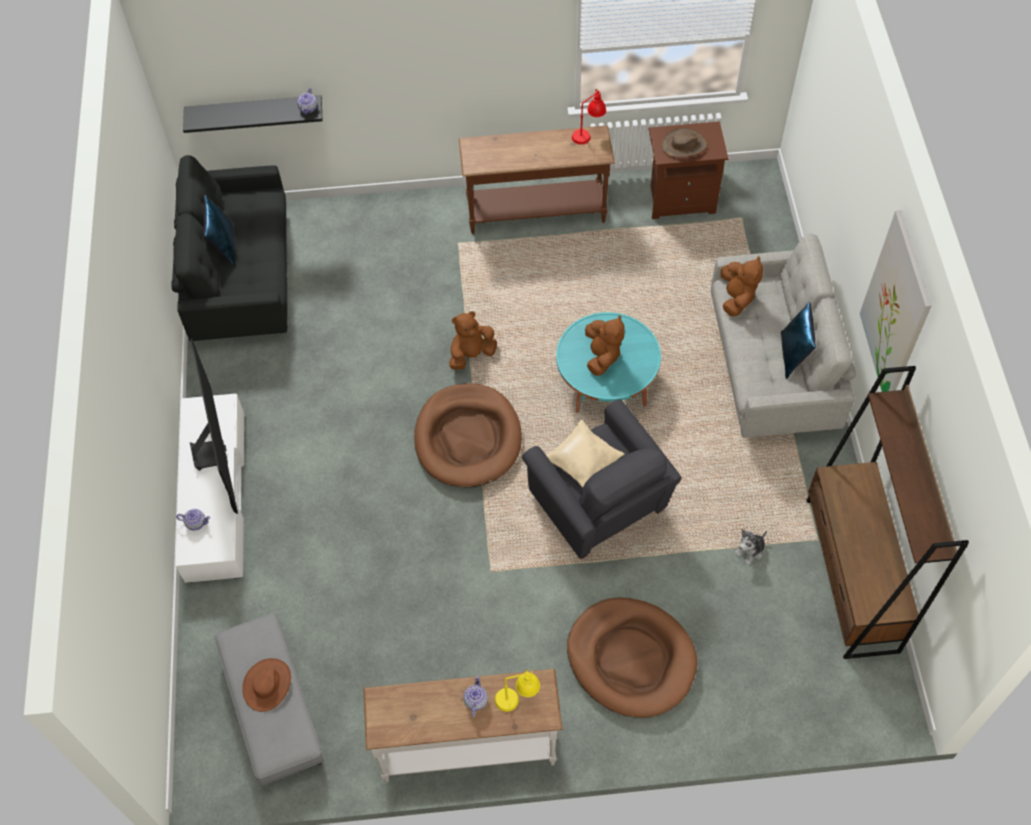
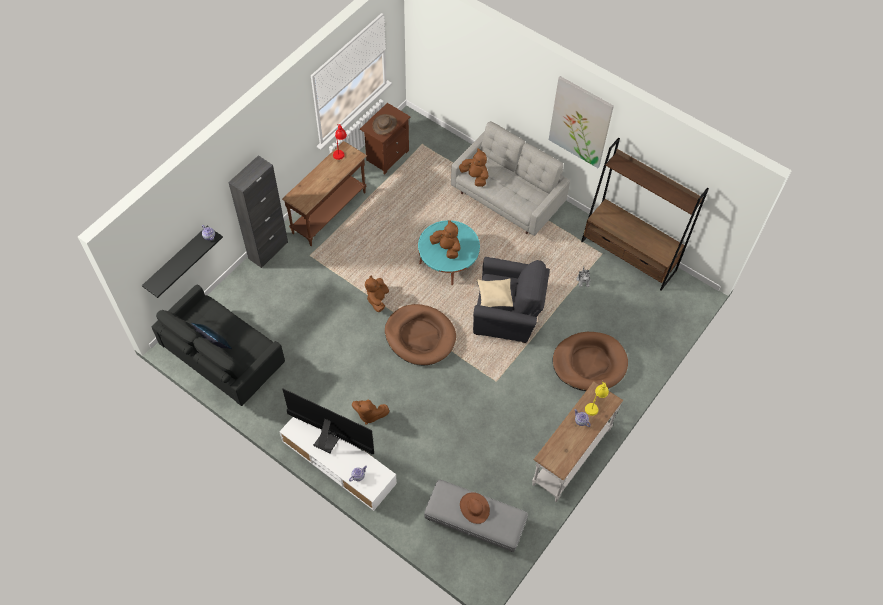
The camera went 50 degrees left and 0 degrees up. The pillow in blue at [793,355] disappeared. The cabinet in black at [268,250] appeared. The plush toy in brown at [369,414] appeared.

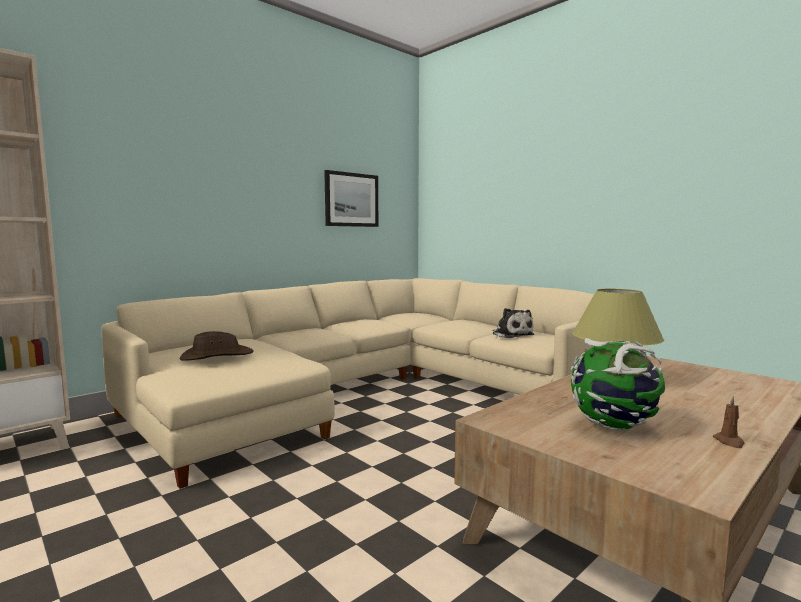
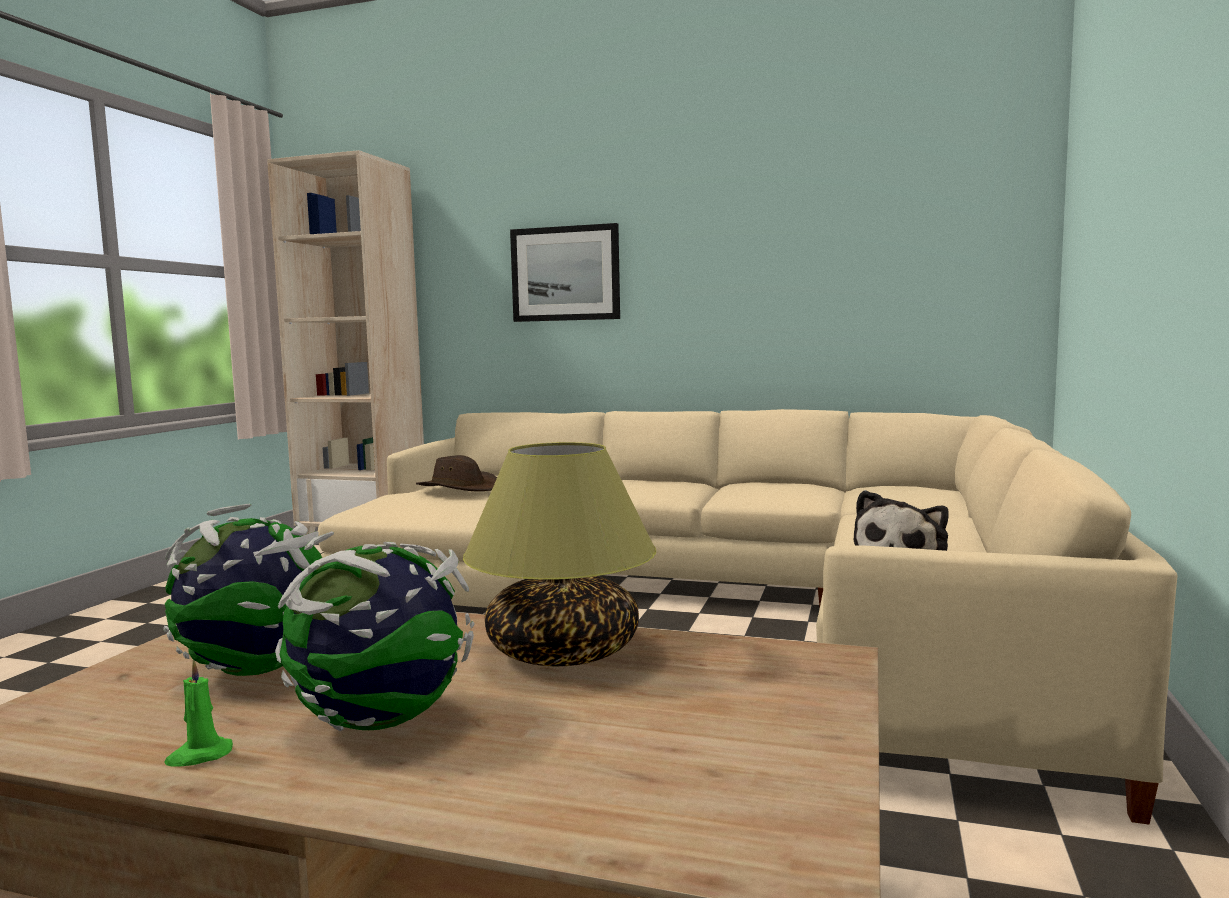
The camera went 60 degrees right and 0 degrees up. The globe at [381,722] appeared. The picture moved from [351,200] to [565,274]. The candle in brown at [729,442] became the candle in green at [199,756].

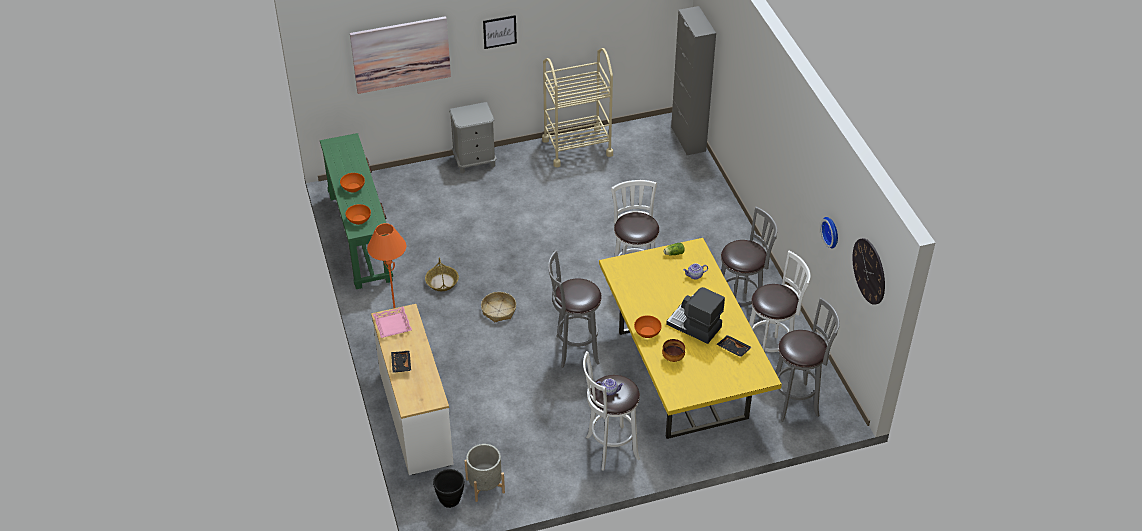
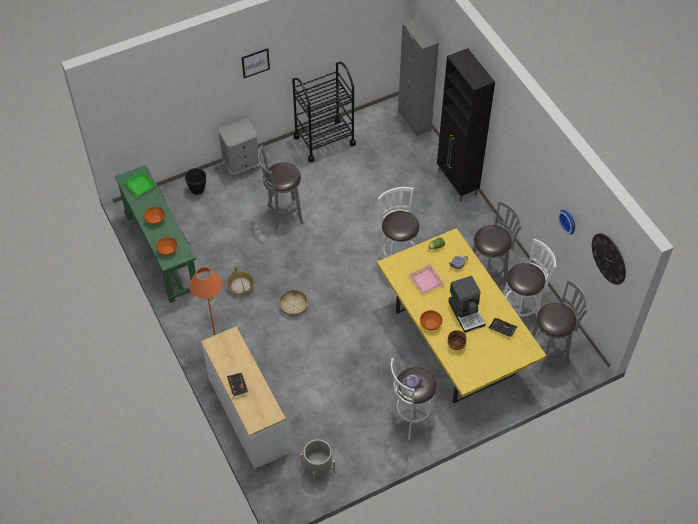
The camera went 10 degrees left and 10 degrees up. The picture at [401,54] disappeared. The tray in green at [140,185] appeared. The cabinet in black at [457,183] appeared. The tray in pink moved from [392,325] to [425,281]. The planter in black moved from [450,500] to [198,190]. The stool in grey moved from [574,350] to [283,215]. The cart in beige at [577,147] became the cart in black at [324,140]. The coffee machine at [694,326] turned 135 degrees counterclockwise.

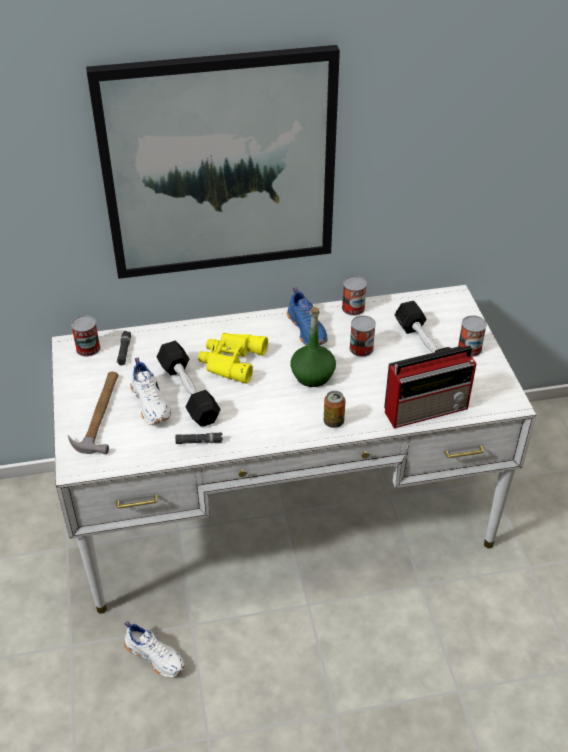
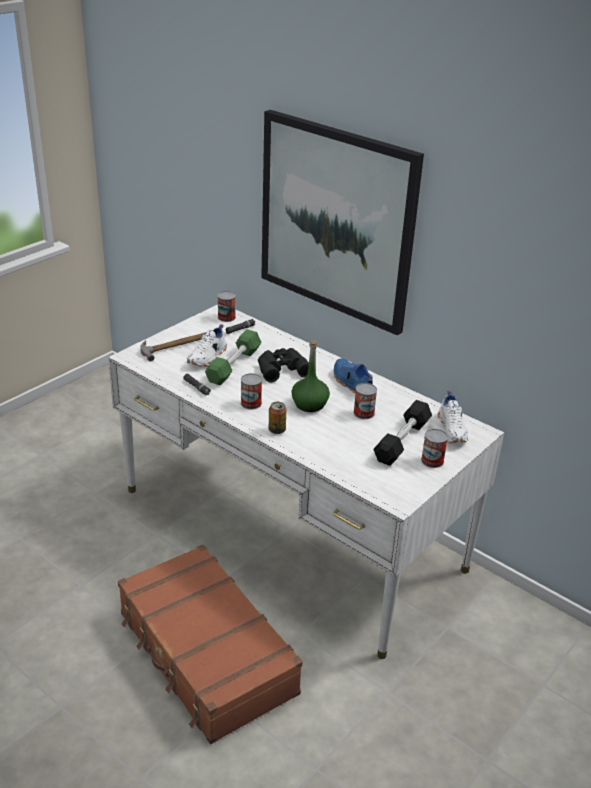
The camera went 50 degrees right and 10 degrees down. The radio at [427,409] disappeared. The suitcase in brown at [205,654] appeared. The shoe in white moved from [156,655] to [452,430]. The can moved from [353,308] to [251,403]. The dumbbell in black at [188,392] became the dumbbell in green at [233,365]. The binoculars in yellow at [230,361] became the binoculars in black at [281,368]. The shoe in blue at [308,329] turned 120 degrees clockwise.

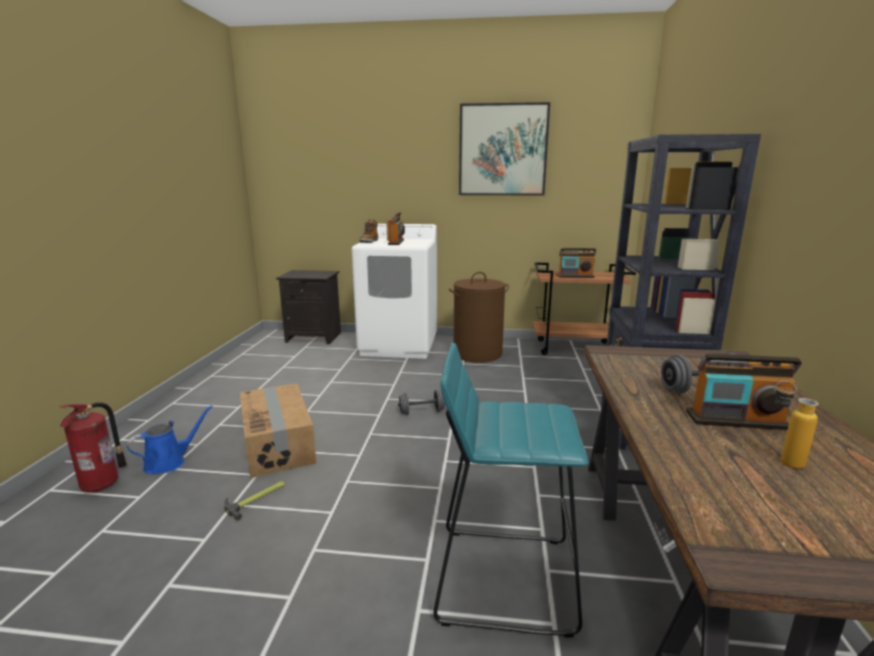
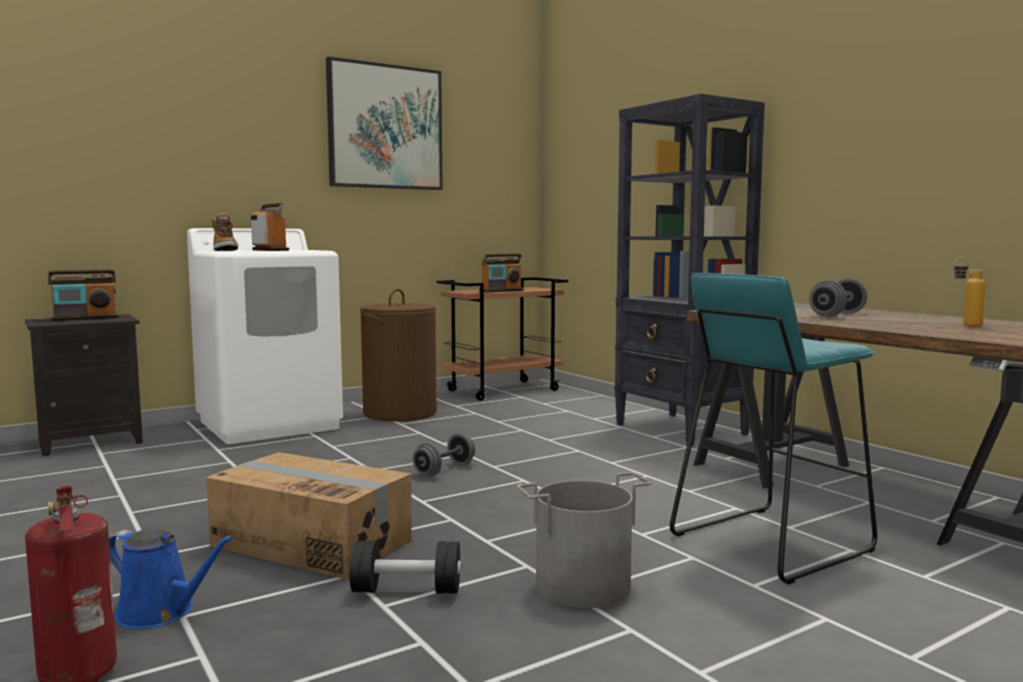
The camera went 40 degrees left and 10 degrees down. The bucket in grey at [583,586] appeared. The radio moved from [736,420] to [85,318]. The hammer at [256,499] was replaced by the dumbbell in black at [406,590]. The watering can in blue at [169,462] turned 105 degrees clockwise.

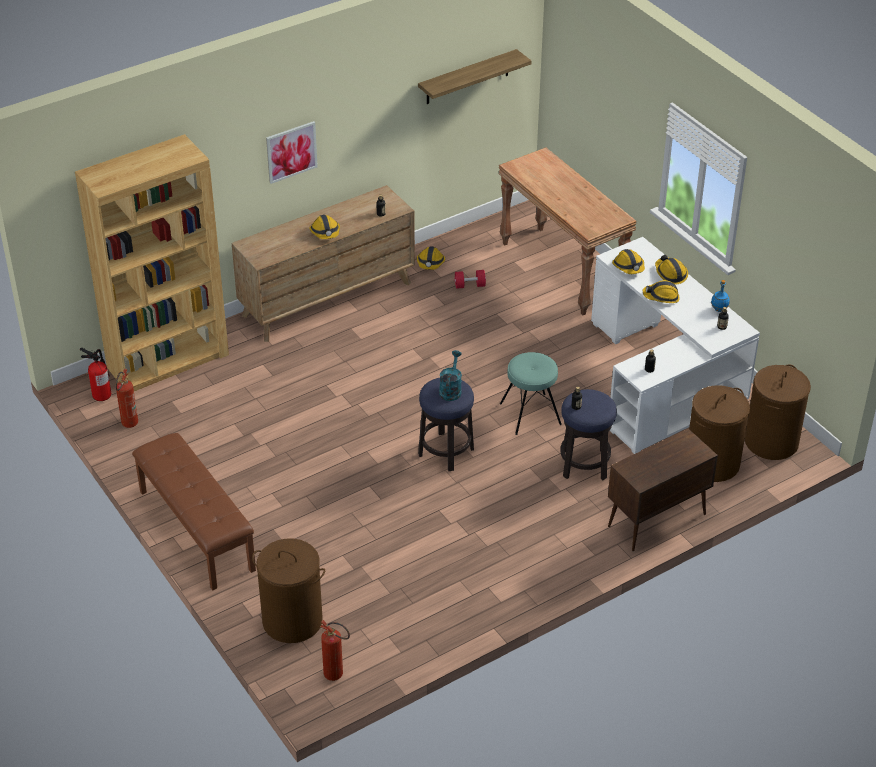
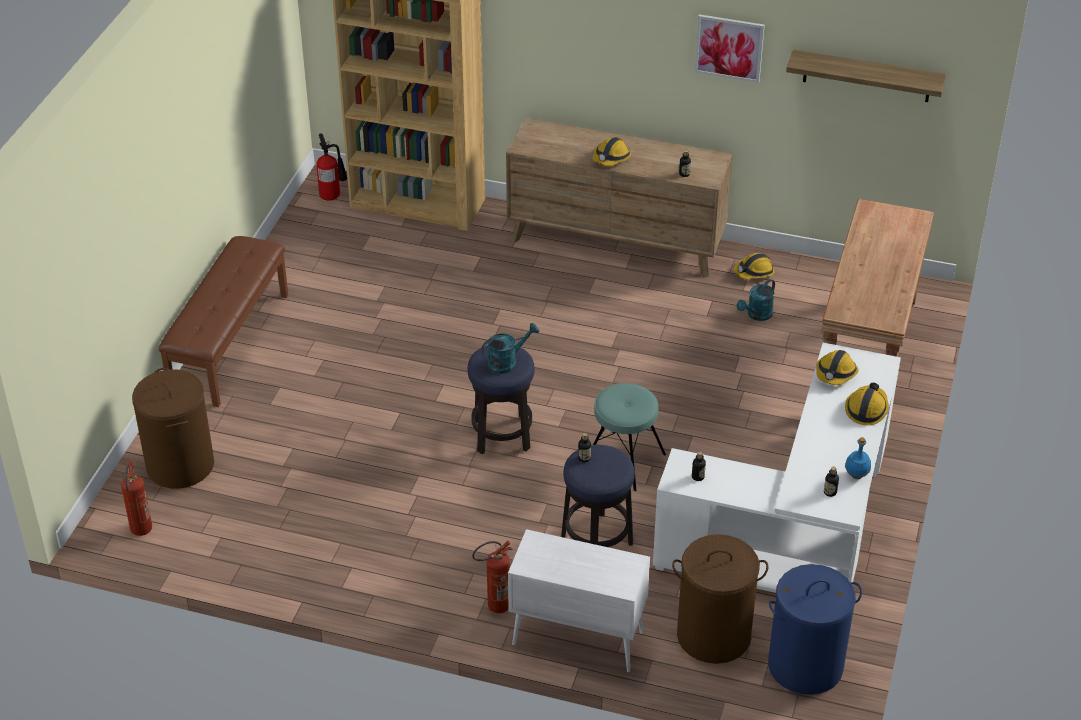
The camera went 50 degrees right and 0 degrees up. The hard hat at [661,297] disappeared. The fire extinguisher moved from [128,425] to [493,607]. The picture moved from [291,151] to [729,47]. The dumbbell in red at [470,285] was replaced by the watering can in turquoise at [757,315]. The cabinet in brown at [656,521] became the cabinet in white at [576,638]. The laundry basket in brown at [771,442] became the laundry basket in blue at [805,666].

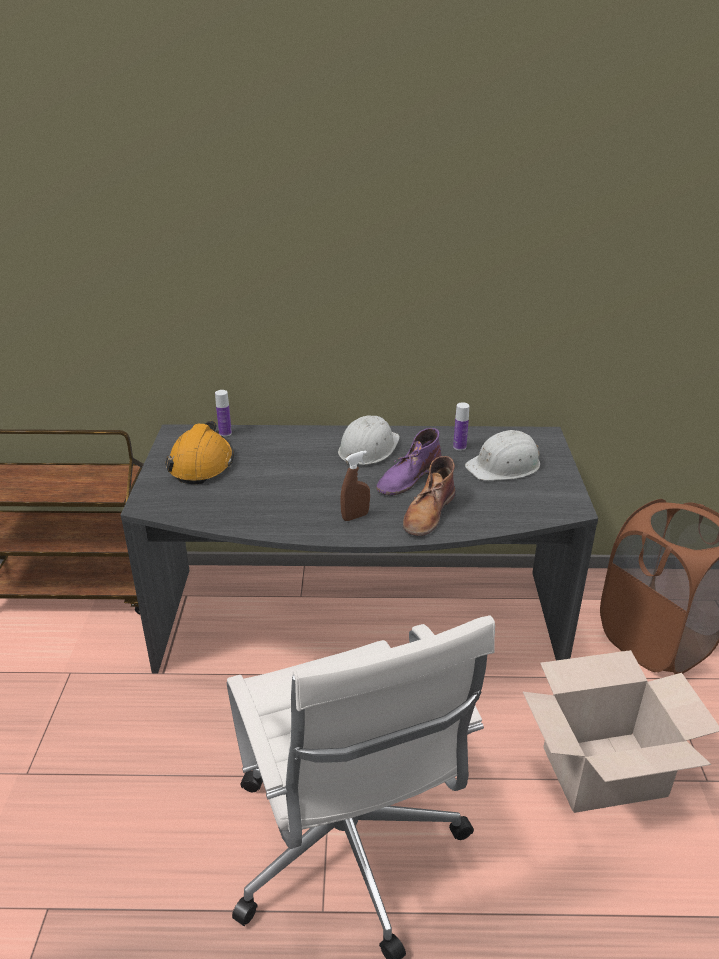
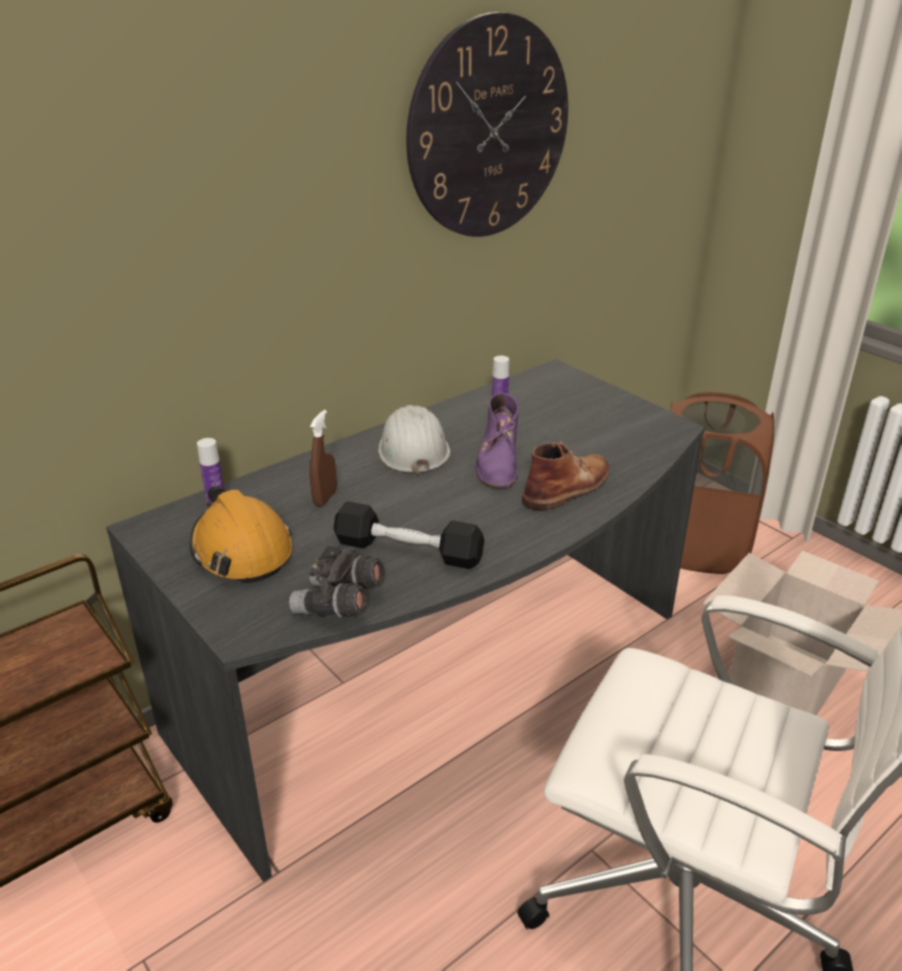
The camera went 40 degrees left and 0 degrees up. The hard hat in white at [504,466] disappeared. The binoculars in grey at [339,604] appeared. The dumbbell in black at [408,550] appeared. The wall clock at [489,129] appeared. The spray bottle in brown moved from [355,516] to [325,498]. The boot in brown at [428,512] turned 120 degrees counterclockwise.

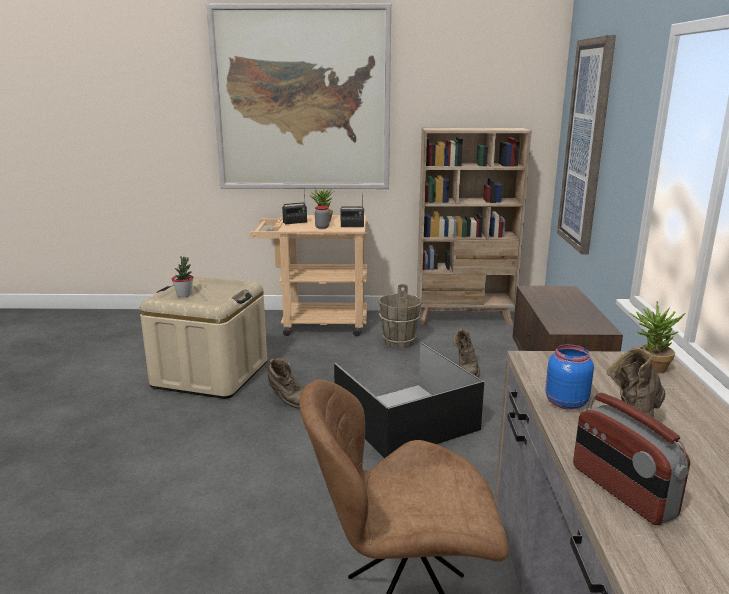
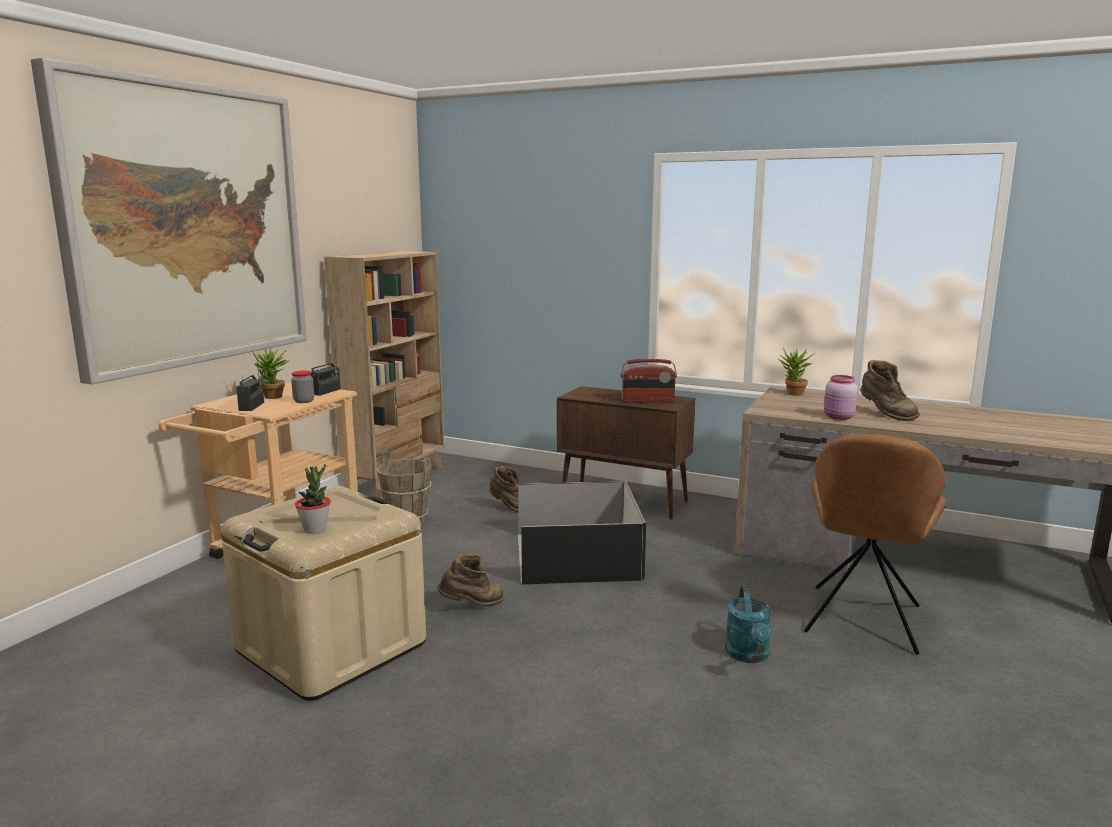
The camera went 65 degrees left and 5 degrees down. The picture at [586,146] disappeared. The watering can in turquoise at [749,656] appeared. The radio moved from [621,491] to [648,401]. The jar in blue at [564,403] became the jar in pink at [838,417].

